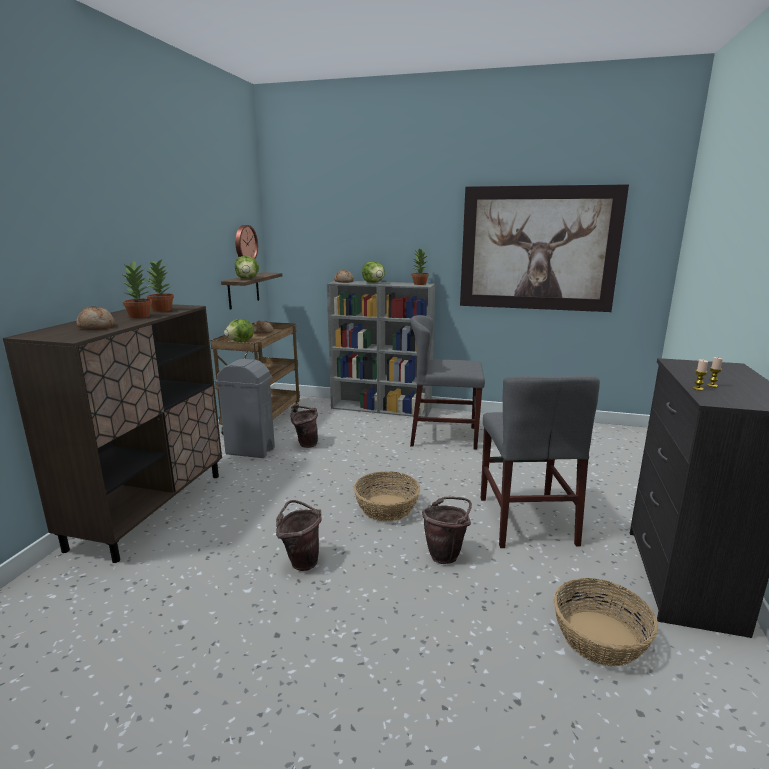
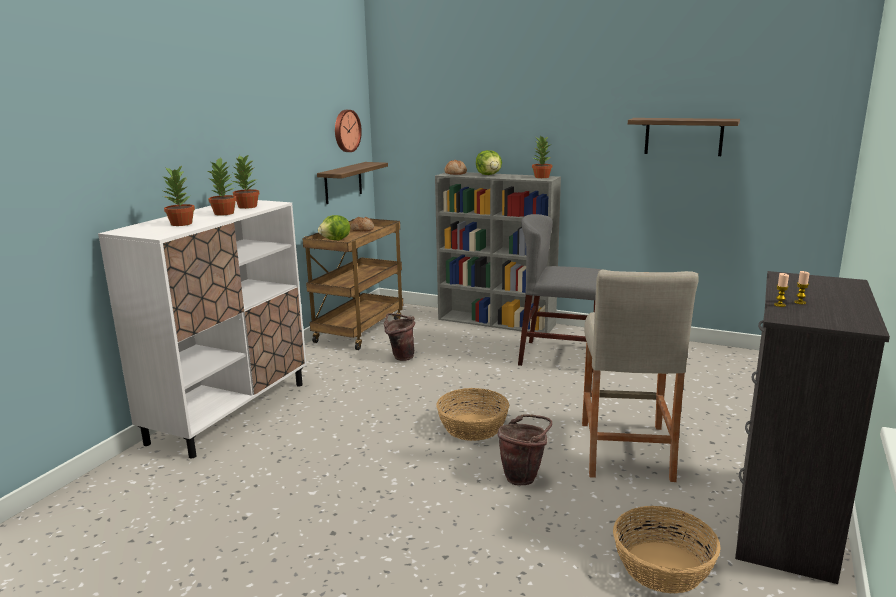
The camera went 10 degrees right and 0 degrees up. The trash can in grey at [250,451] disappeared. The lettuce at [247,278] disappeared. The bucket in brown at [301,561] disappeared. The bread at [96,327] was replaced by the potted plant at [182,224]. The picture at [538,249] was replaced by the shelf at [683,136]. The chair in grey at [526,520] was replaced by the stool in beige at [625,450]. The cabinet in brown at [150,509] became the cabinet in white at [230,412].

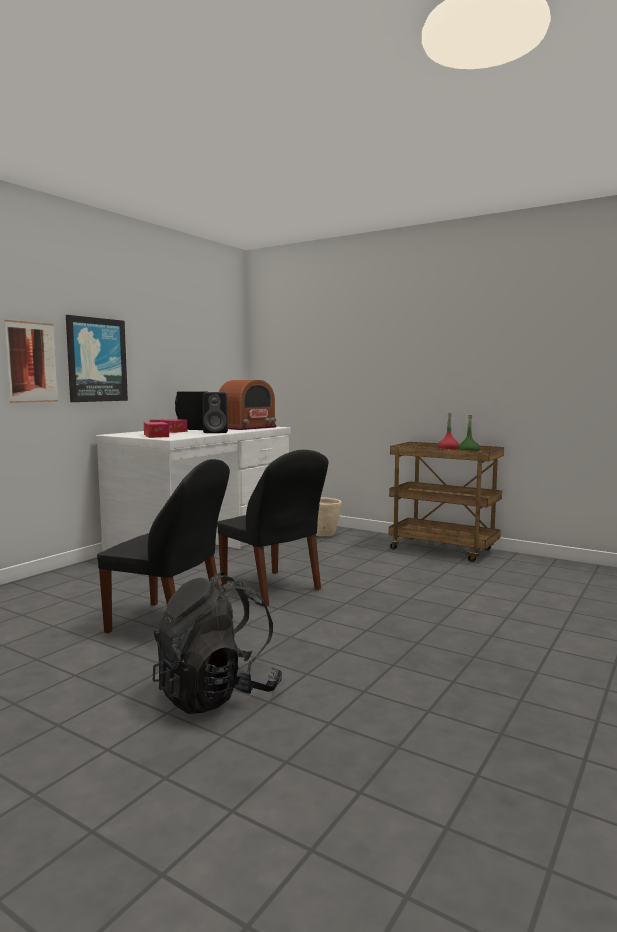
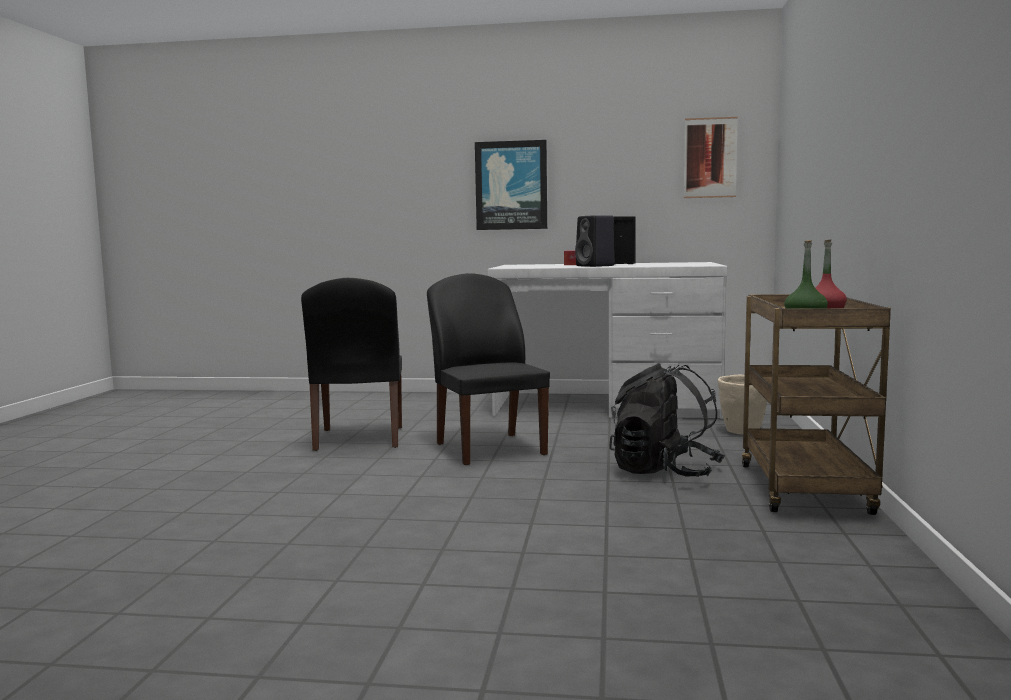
The camera went 65 degrees right and 0 degrees up. The tissue box at [156,435] disappeared. The radio at [247,427] disappeared. The picture moved from [31,362] to [710,158]. The backpack in black moved from [217,694] to [664,472]. The chair in black at [272,589] turned 135 degrees clockwise.

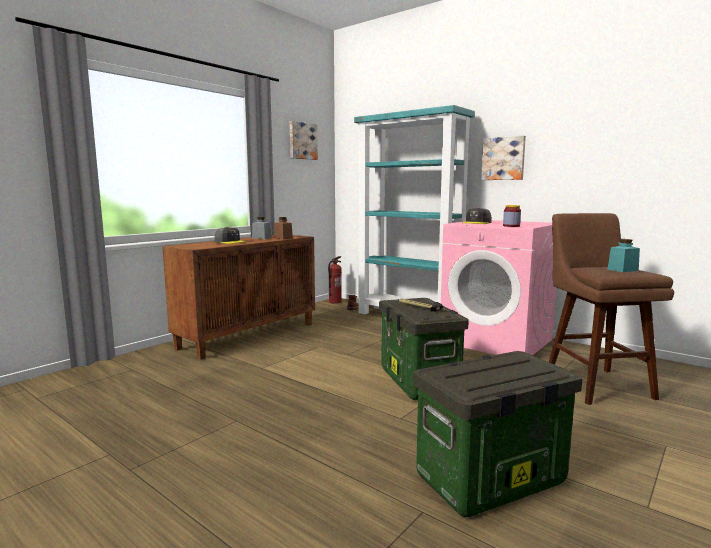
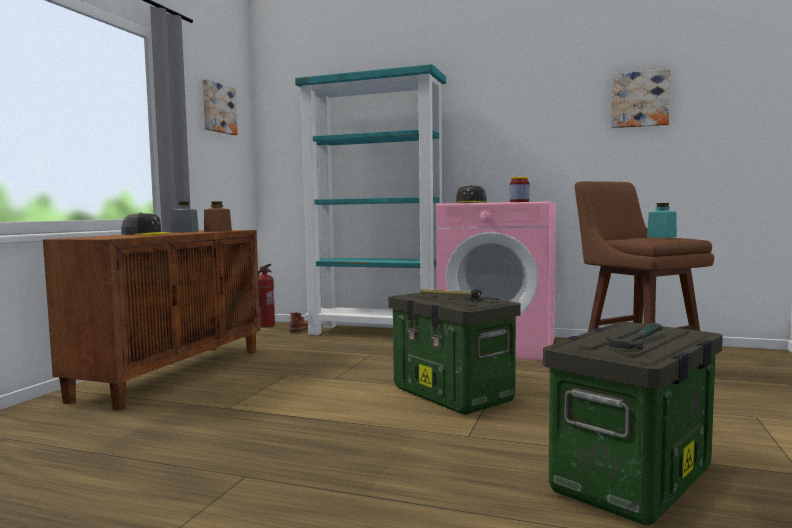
The camera went 20 degrees left and 5 degrees down. The hammer at [637,341] appeared. The picture moved from [503,158] to [639,99].

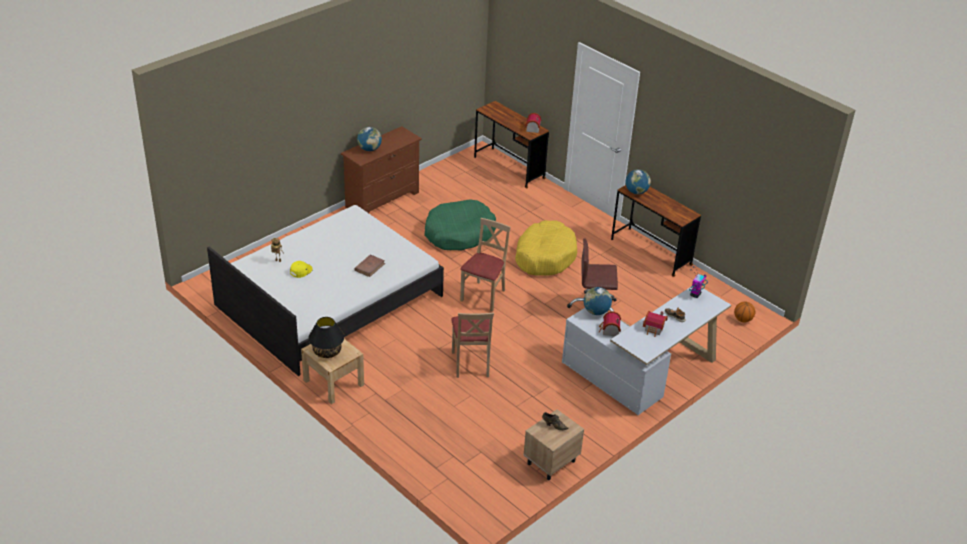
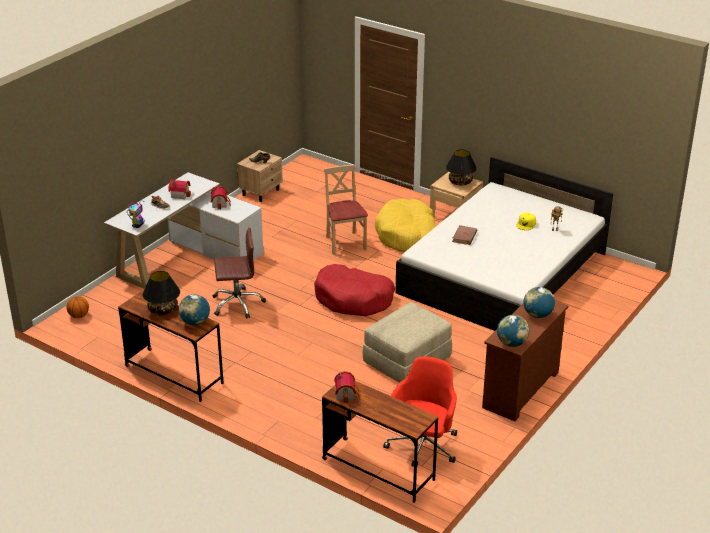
The camera went 170 degrees right and 5 degrees down. The table lamp in black at [162,310] appeared. The office chair in red at [422,447] appeared. The dog bed in yellow moved from [545,256] to [406,235]. The globe moved from [596,312] to [511,343]. The dog bed in green at [459,234] was replaced by the ottoman in beige at [407,361]. The chair in beige at [484,296] was replaced by the dog bed in red at [354,299].

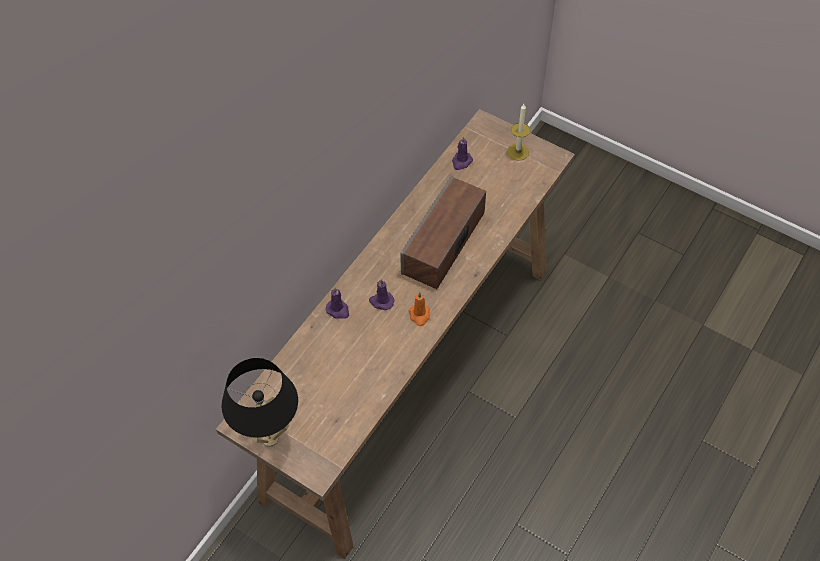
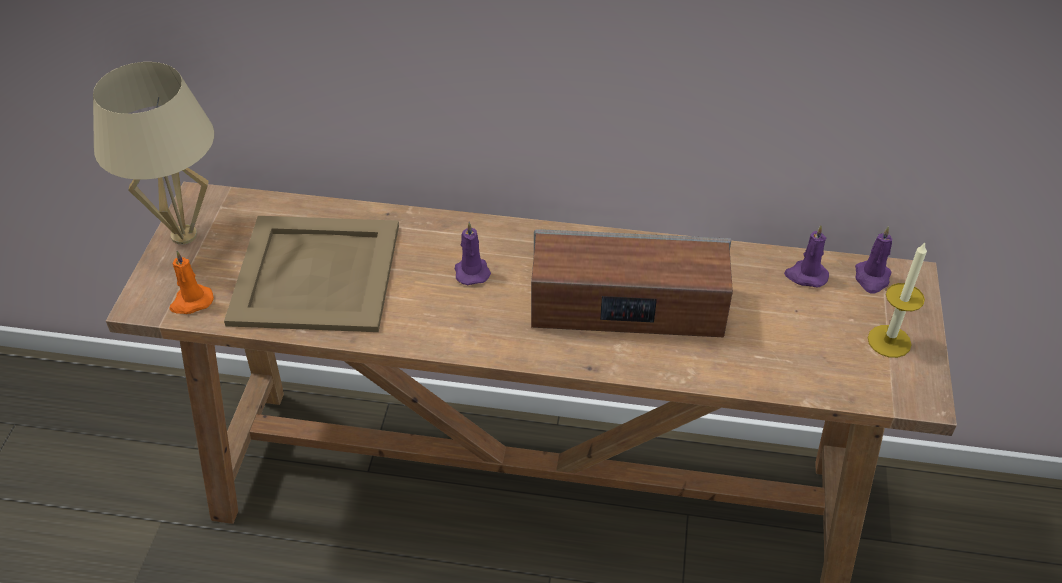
The camera went 65 degrees right and 10 degrees down. The tray in beige at [314,275] appeared. The candle in purple moved from [338,310] to [872,278]. The candle in orange moved from [419,315] to [191,302]. The table lamp in black at [270,439] became the table lamp in beige at [184,236].

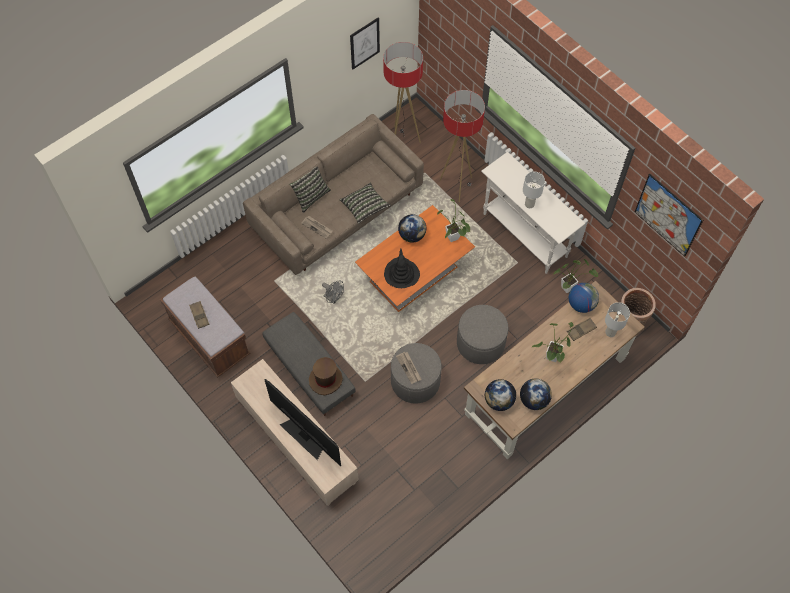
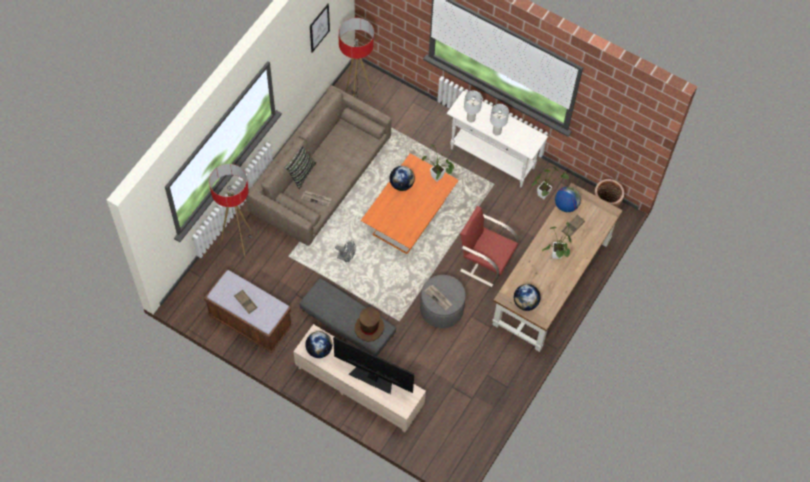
The camera went 20 degrees left and 0 degrees up. The pillow at [365,207] disappeared. The hat in black at [401,274] disappeared. The picture at [668,215] disappeared. The floor lamp moved from [457,186] to [239,241]. The globe moved from [533,400] to [319,349]. The table lamp in white moved from [610,333] to [471,119]. The ottoman in grey at [480,343] was replaced by the chair in red at [485,261].

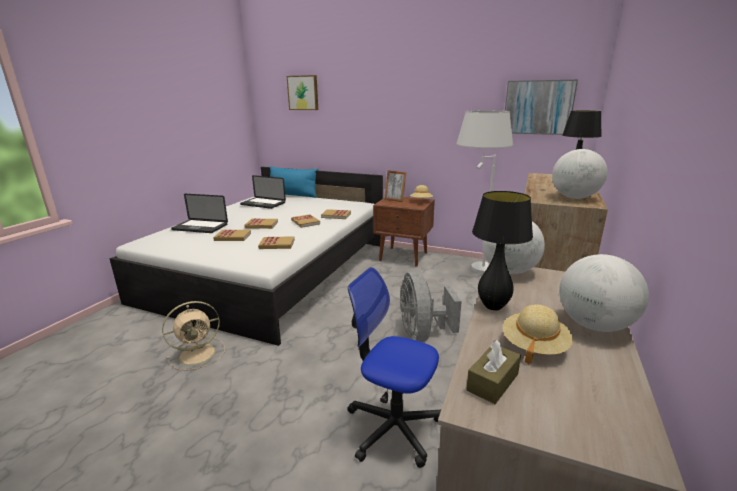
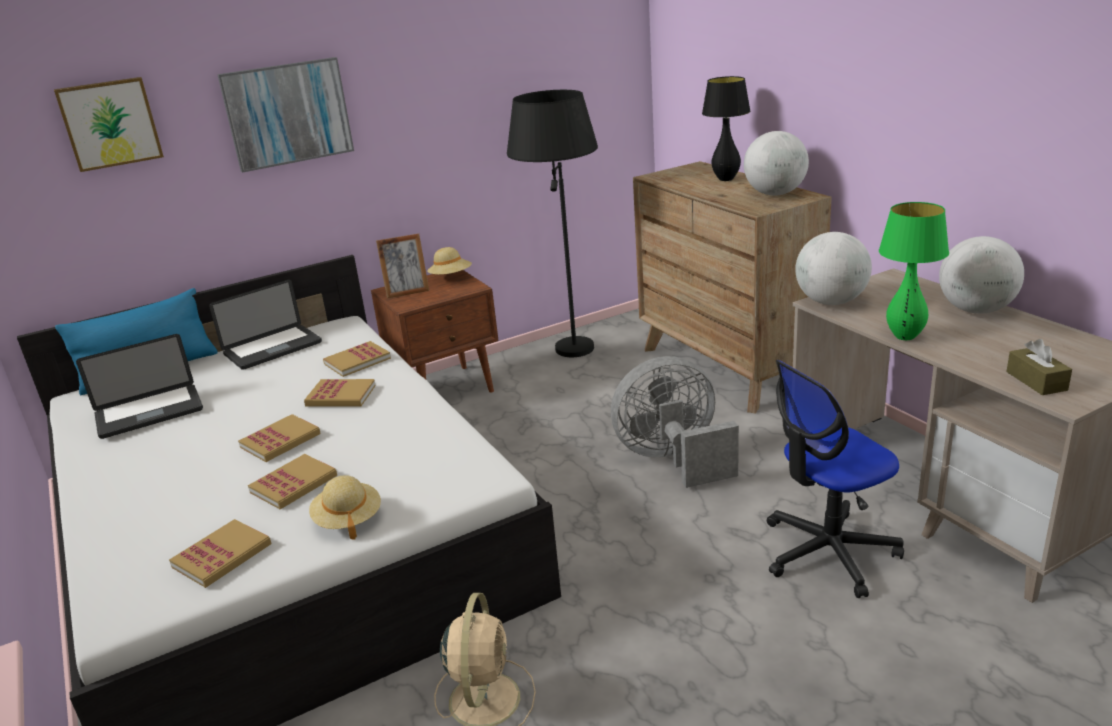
The camera went 50 degrees left and 5 degrees up. The laptop moved from [200,227] to [273,348]. The book moved from [277,244] to [222,556]. The hat in beige moved from [534,346] to [348,520]. The picture moved from [538,107] to [287,113]. The floor lamp in white at [472,271] became the floor lamp in black at [570,358]. The table lamp in black at [493,306] became the table lamp in green at [904,336]. The fan in grey at [422,334] turned 135 degrees clockwise.

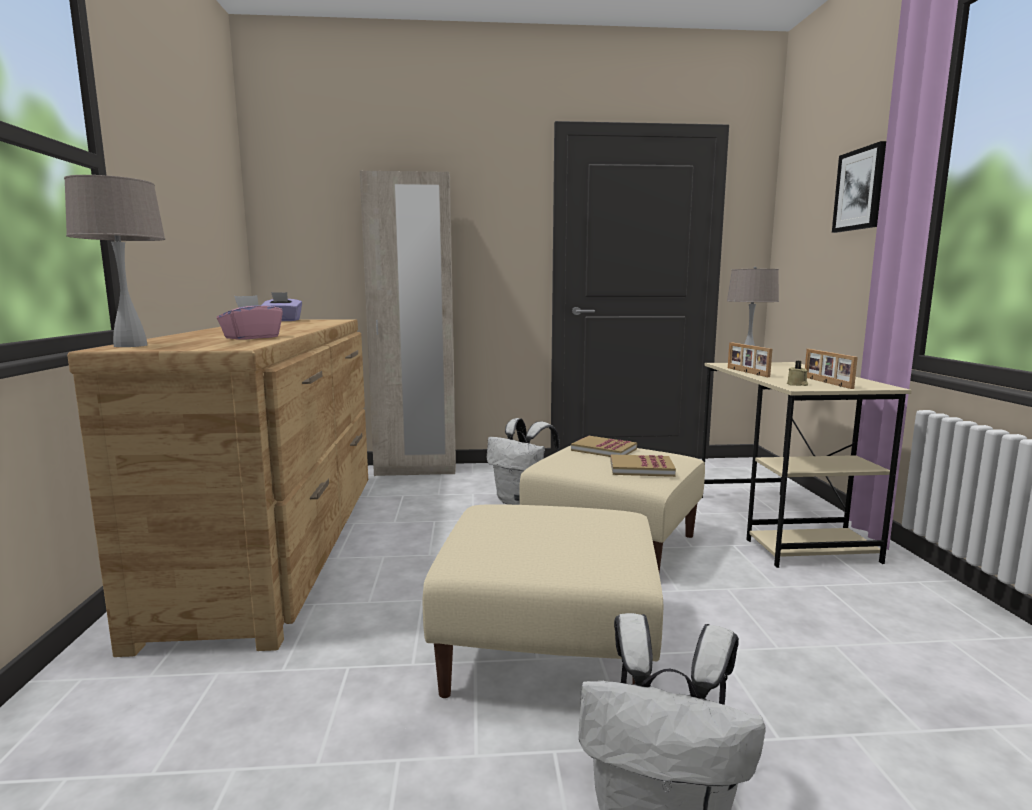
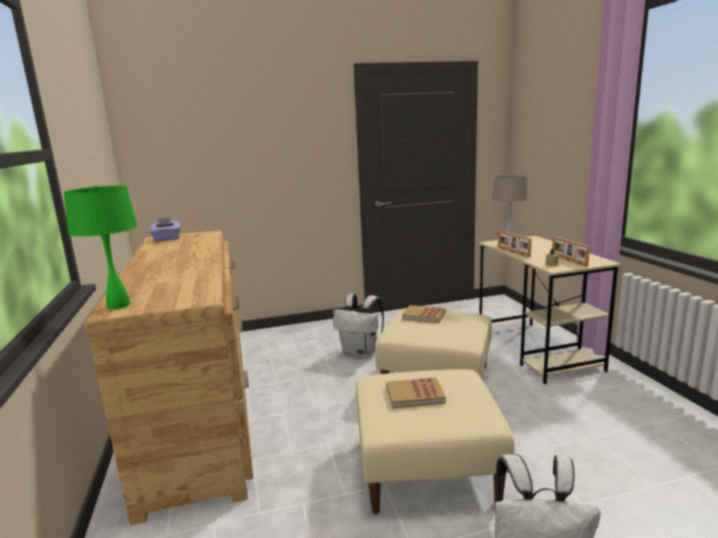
The camera went 10 degrees left and 5 degrees up. The tissue box in pink at [251,338] disappeared. The wardrobe in beige at [416,470] disappeared. The picture at [860,189] disappeared. The book moved from [641,468] to [415,395]. The table lamp in beige at [131,345] became the table lamp in green at [119,305].

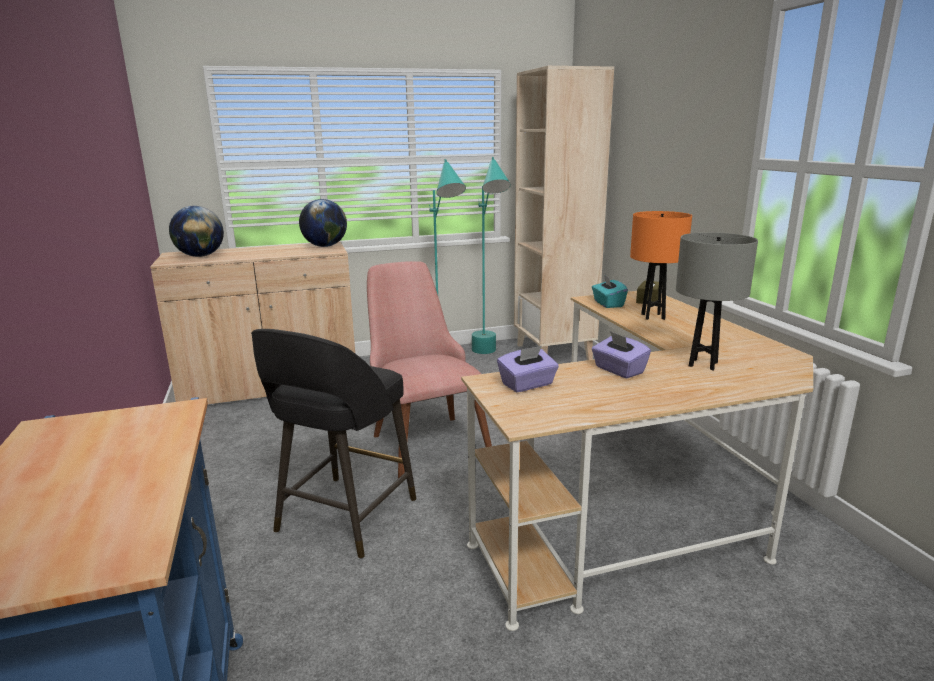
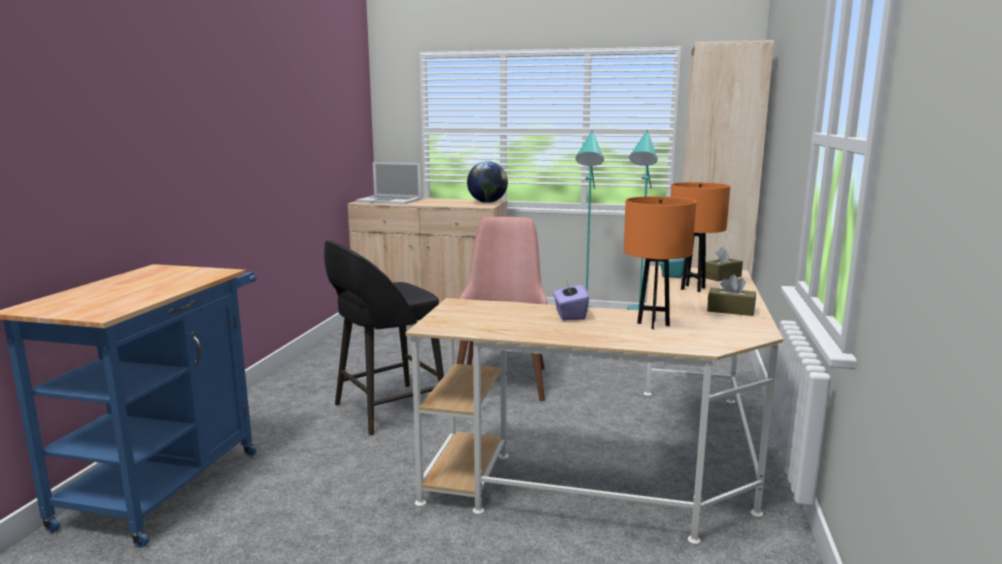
The camera went 30 degrees right and 5 degrees down. The tissue box in purple at [527,385] disappeared. The tissue box in brown at [730,310] appeared. The globe at [200,256] was replaced by the laptop at [389,200]. The table lamp in grey at [703,364] became the table lamp in orange at [653,324].

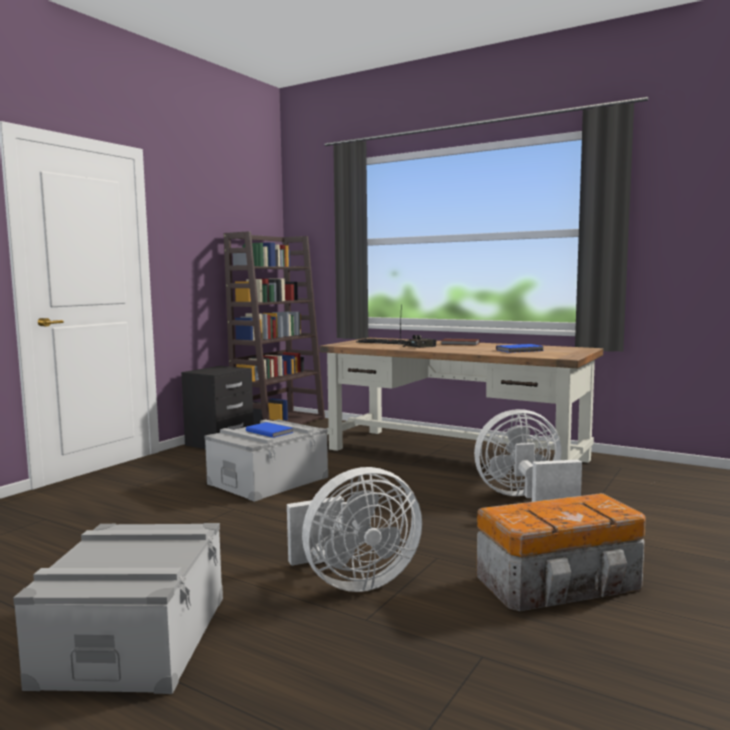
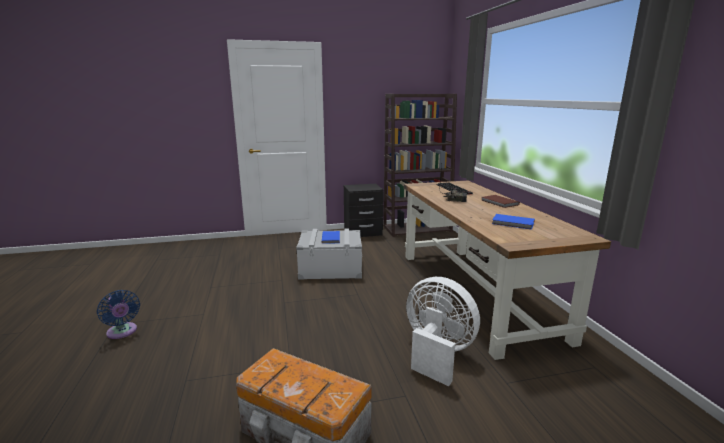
The camera went 45 degrees right and 10 degrees up. The fan in white at [353,582] disappeared. The storage box in grey at [134,639] was replaced by the fan in blue at [122,332].

